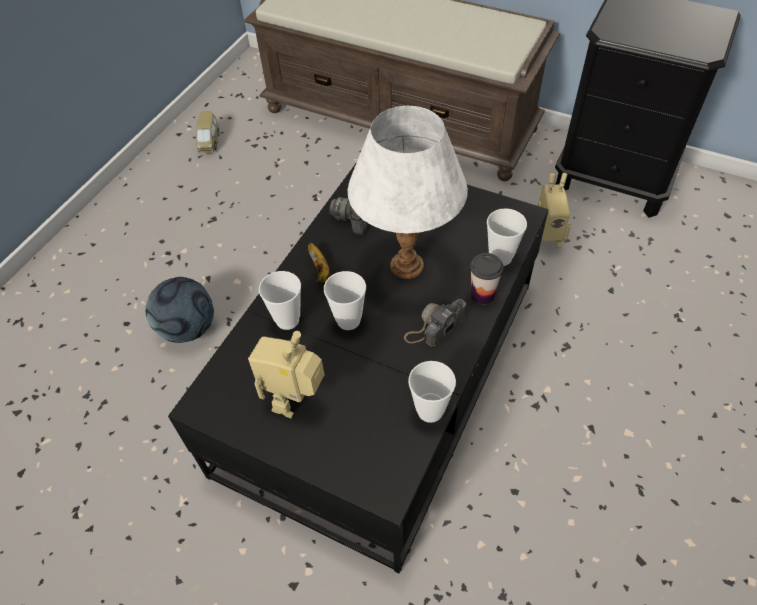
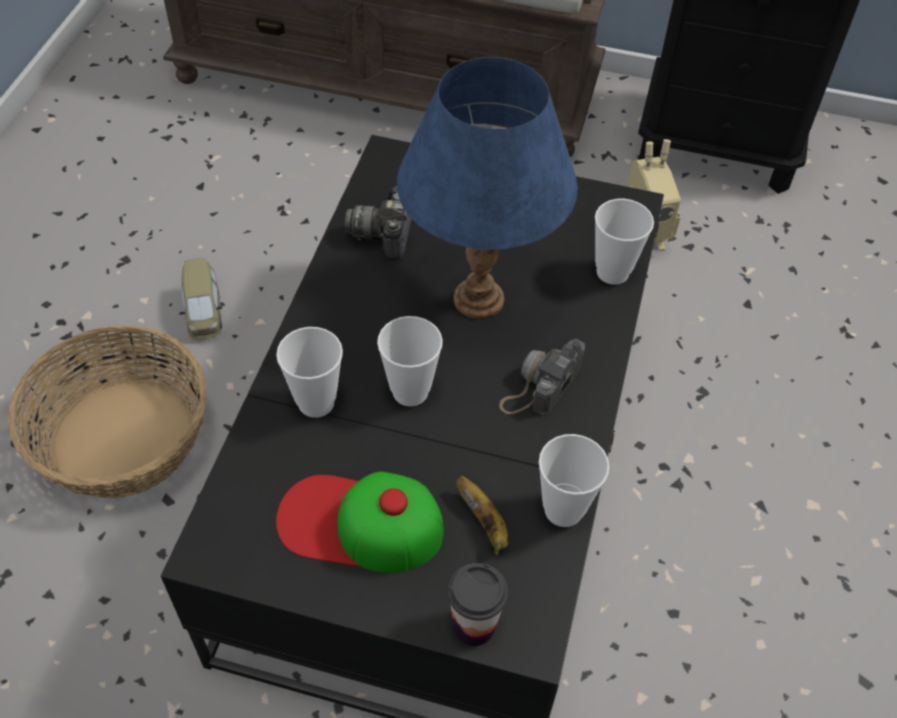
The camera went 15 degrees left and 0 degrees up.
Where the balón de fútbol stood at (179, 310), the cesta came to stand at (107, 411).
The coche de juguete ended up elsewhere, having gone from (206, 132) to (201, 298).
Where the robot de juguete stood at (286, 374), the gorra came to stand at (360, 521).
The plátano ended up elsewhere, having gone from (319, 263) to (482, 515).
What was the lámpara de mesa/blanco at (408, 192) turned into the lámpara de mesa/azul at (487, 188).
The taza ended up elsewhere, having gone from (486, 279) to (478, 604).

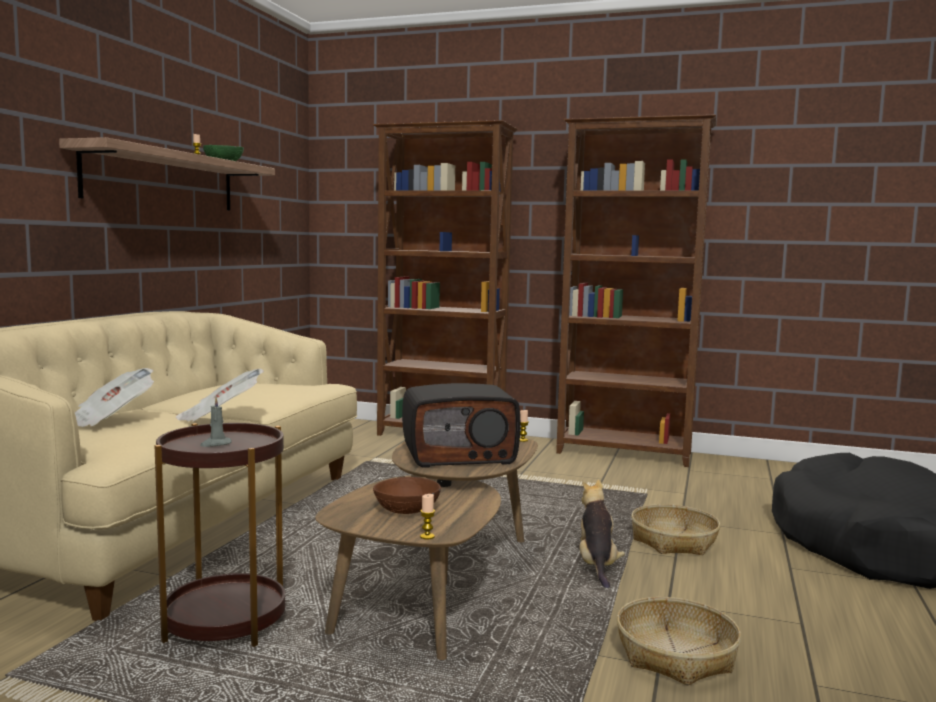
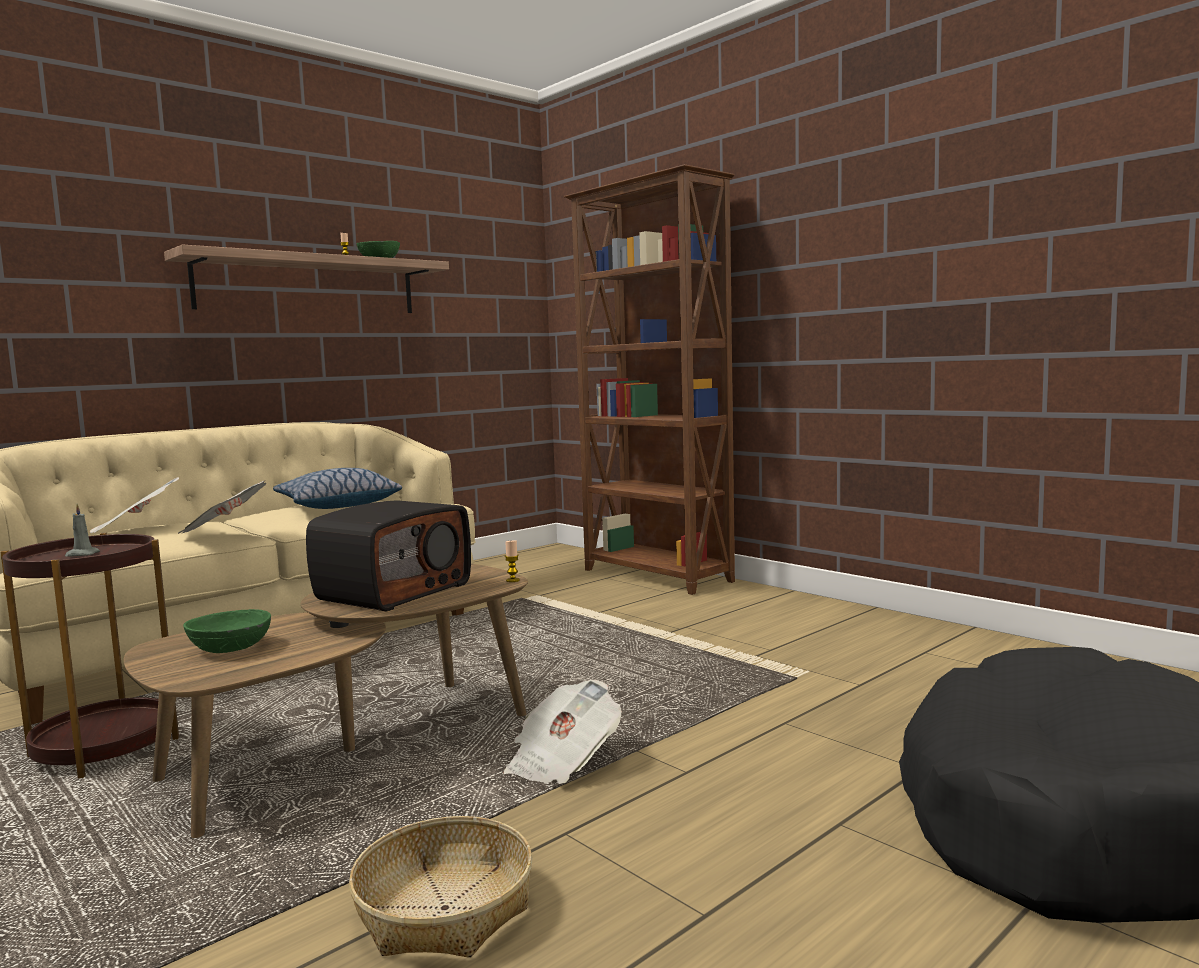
The camera went 30 degrees right and 0 degrees up.
What was the cuenco/marrón at (407, 495) turned into the cuenco/verde at (227, 631).
The radio at (461, 425) ended up facing another way, 75 degrees counterclockwise from before.
The second view lost the vela at (427, 516).
The second view lost the estantería/marrón at (636, 290).
Where the peluche stood at (602, 533), the periódico came to stand at (563, 732).
The second view lost the cesta at (675, 529).
The second view gained the cojín at (337, 488).

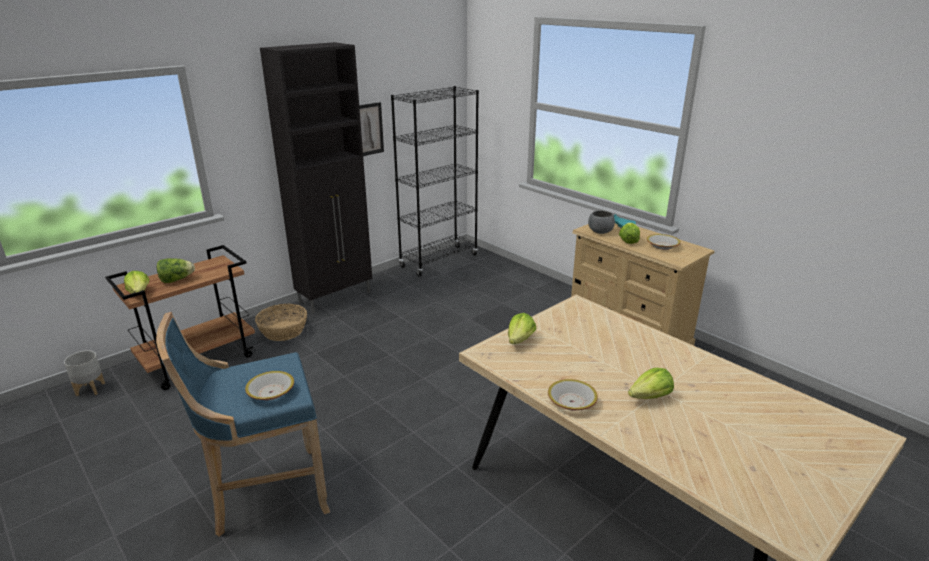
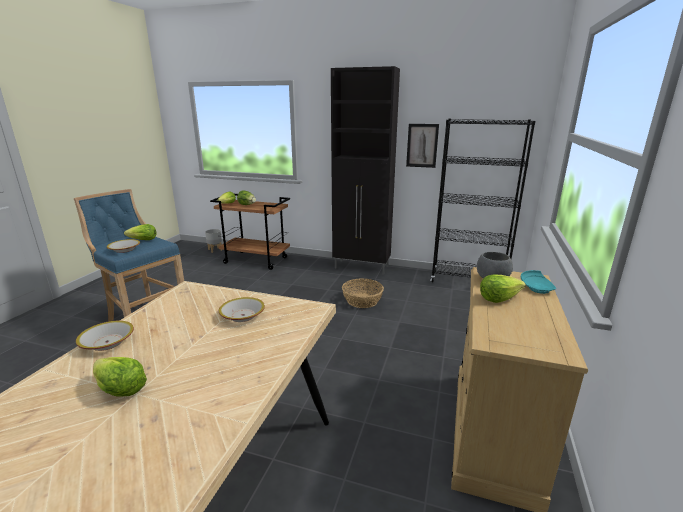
The camera went 60 degrees right and 5 degrees down.
The cesta ended up elsewhere, having gone from (281, 322) to (363, 293).
The lechuga ended up elsewhere, having gone from (522, 328) to (140, 232).
The cuenco ended up elsewhere, having gone from (663, 242) to (242, 309).

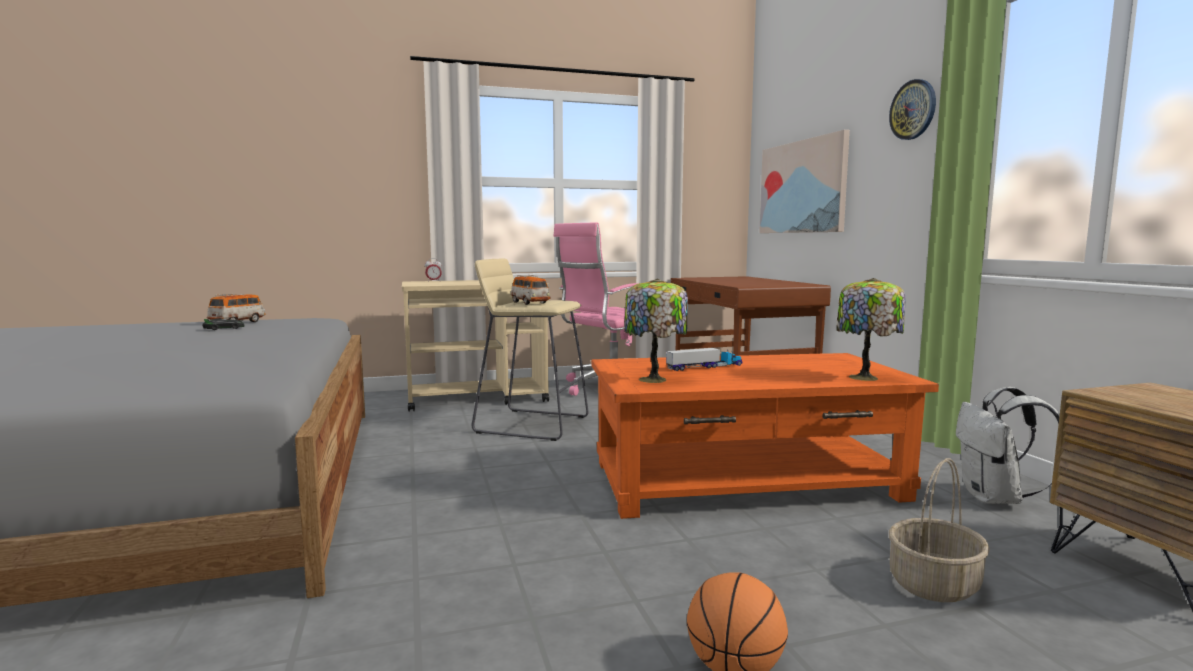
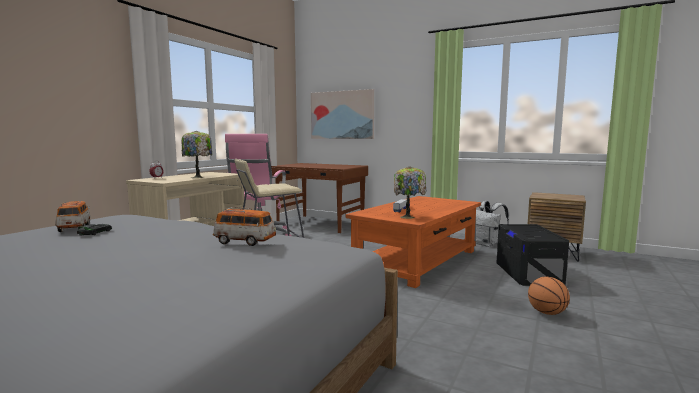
The camera went 45 degrees left and 0 degrees up.
The coche de juguete ended up elsewhere, having gone from (531, 290) to (244, 226).
The lámpara de mesa ended up elsewhere, having gone from (871, 329) to (196, 154).
The second view lost the reloj de pared at (912, 109).
Where the cesta stood at (939, 530), the caja de almacenaje/negro came to stand at (532, 255).

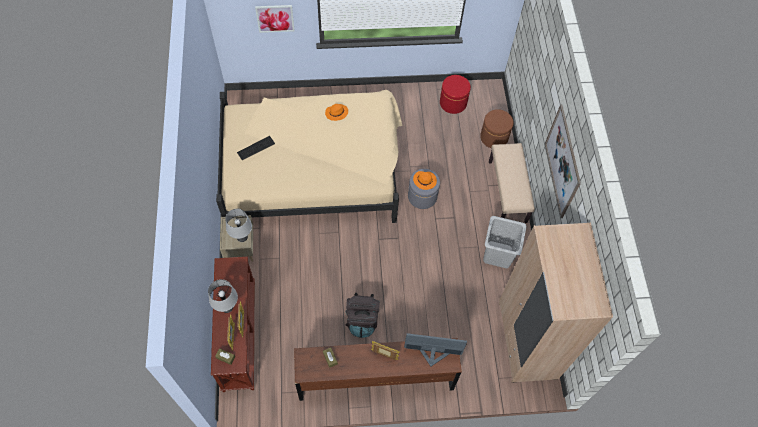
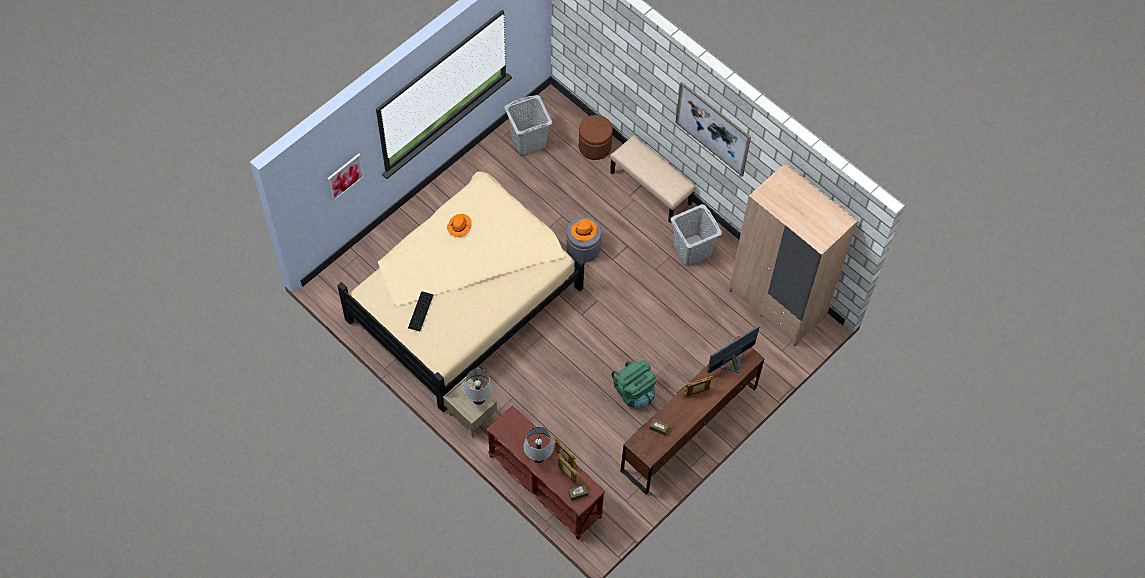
The camera went 40 degrees left and 0 degrees up.
What was the mochila/negro at (363, 315) turned into the mochila/verde at (634, 384).
Where the puf/rojo stood at (455, 94), the cesto de la ropa/gris came to stand at (528, 125).

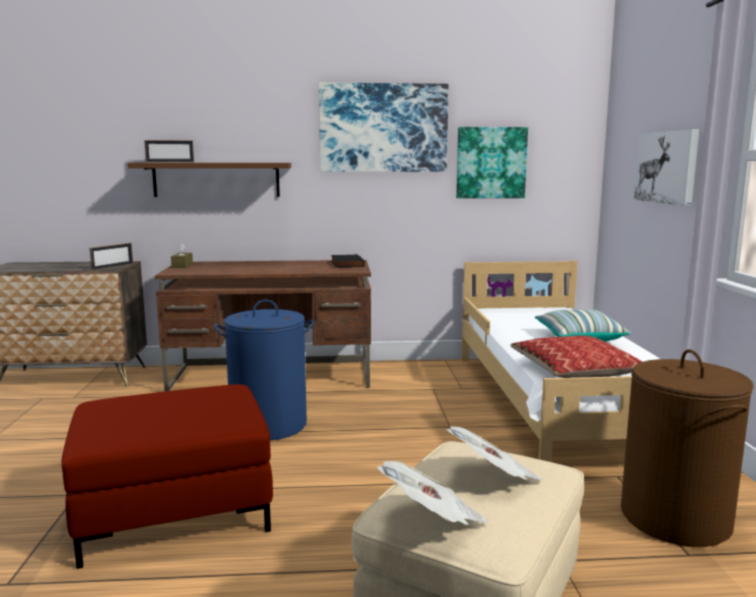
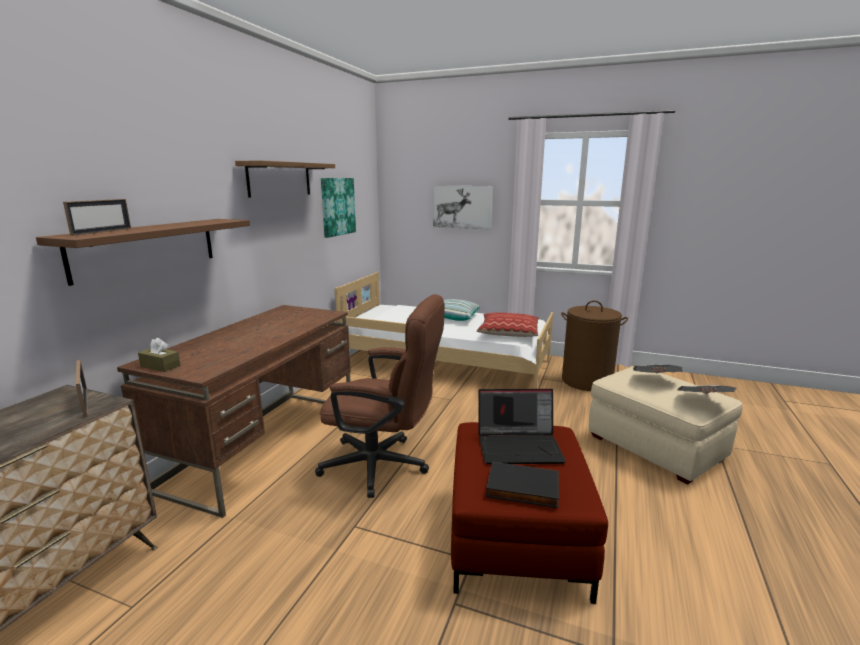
The camera went 65 degrees left and 5 degrees up.
Where the cesto de la ropa/azul stood at (264, 369), the silla de oficina/marrón came to stand at (380, 396).
Where the cuadro hung at (384, 127), the estante came to hang at (285, 179).
The libro/negro ended up elsewhere, having gone from (348, 260) to (522, 485).
The second view gained the portátil at (522, 426).

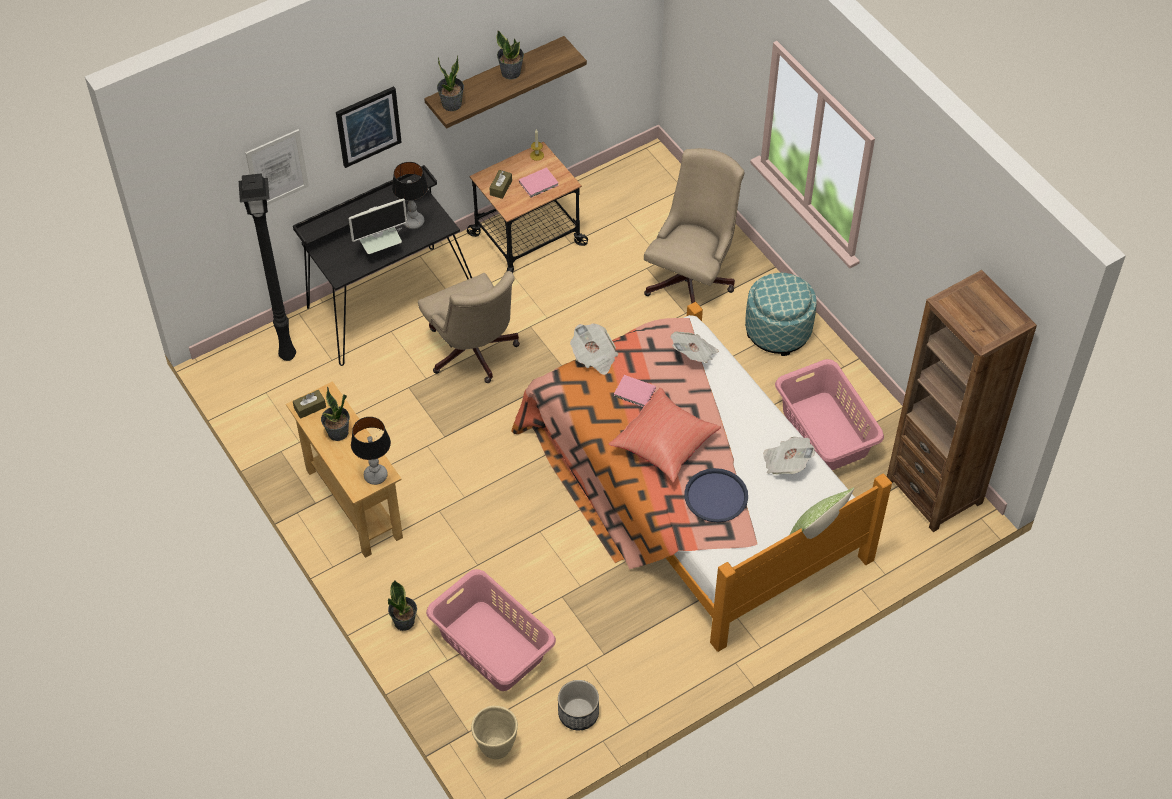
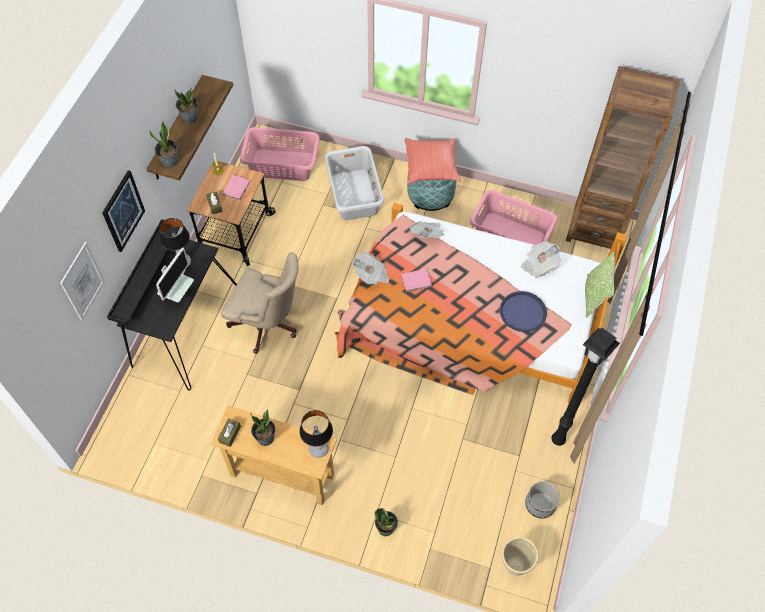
The camera went 40 degrees left and 5 degrees up.
The lámpara de pie/negro ended up elsewhere, having gone from (267, 267) to (585, 386).
The cesto de la ropa/rosa ended up elsewhere, having gone from (491, 630) to (280, 154).
The cojín/rojo ended up elsewhere, having gone from (665, 435) to (433, 161).
Where the silla de oficina/beis stood at (694, 226), the cesto de la ropa/gris came to stand at (354, 183).

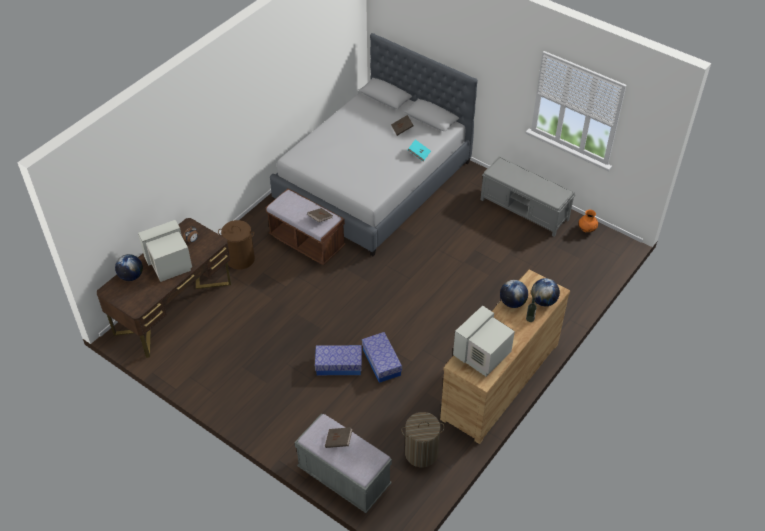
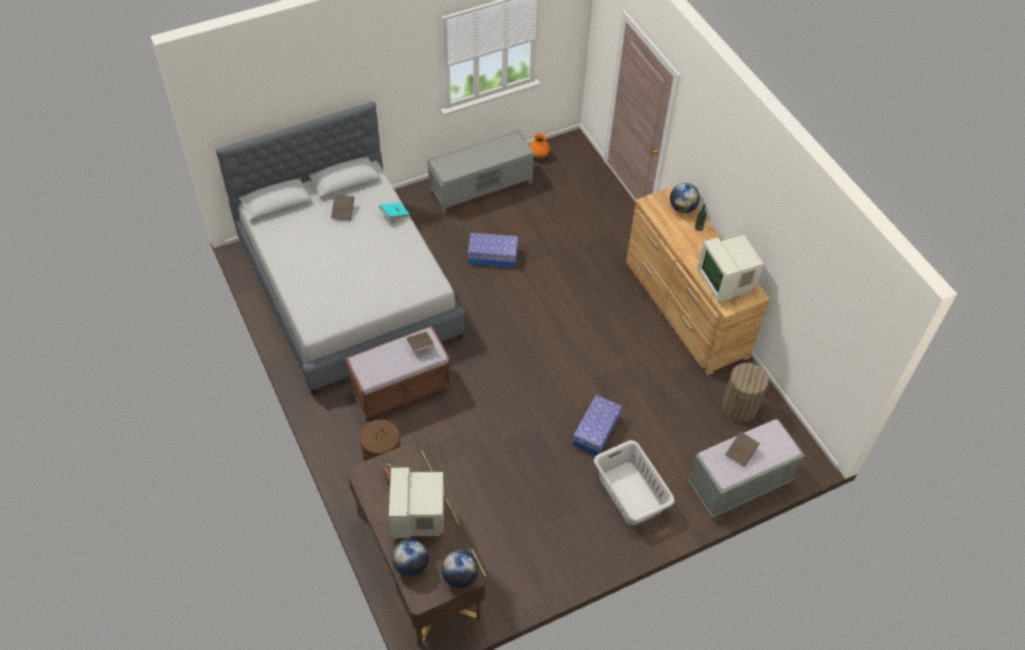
The camera went 65 degrees left and 5 degrees up.
The caja de almacenaje ended up elsewhere, having gone from (382, 357) to (493, 250).
The globo terráqueo ended up elsewhere, having gone from (514, 294) to (460, 569).
The second view gained the cesto de la ropa/gris at (634, 482).

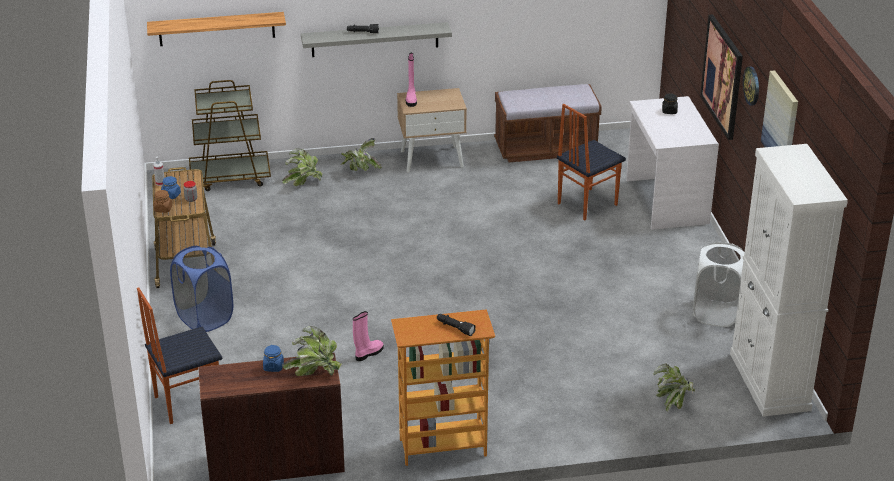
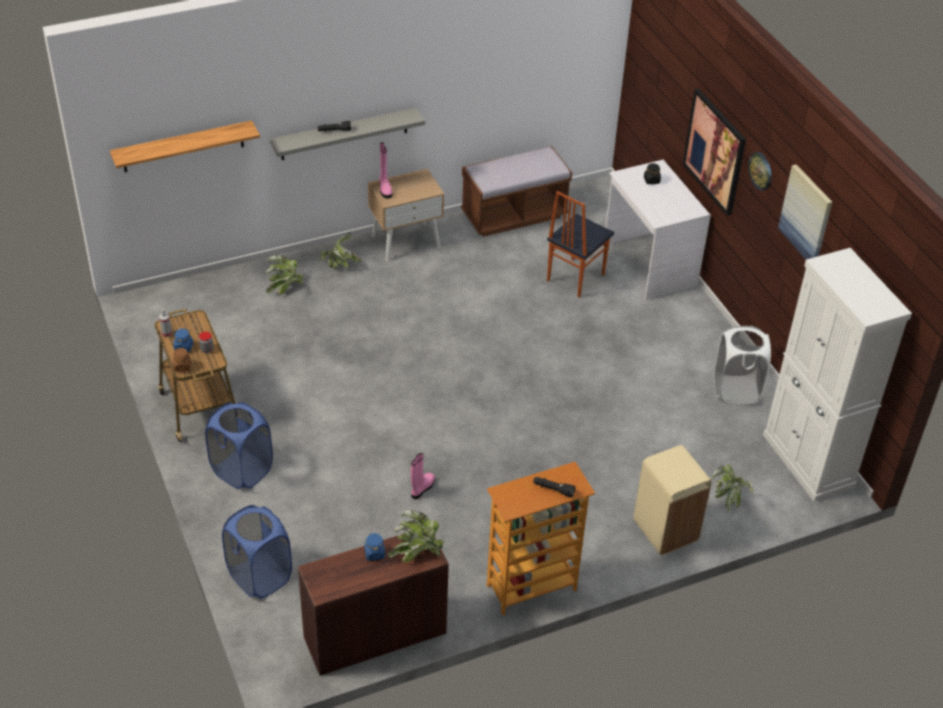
The camera went 15 degrees left and 10 degrees up.
Where the silla stood at (179, 355), the cesto de la ropa/azul came to stand at (257, 551).
The second view lost the carrito/marrón at (230, 135).
The second view gained the papelera/beis at (672, 500).

